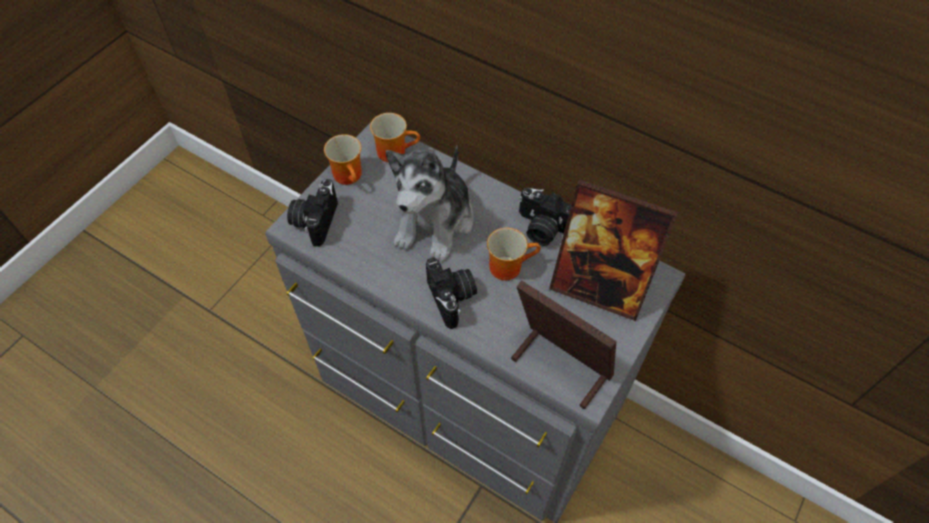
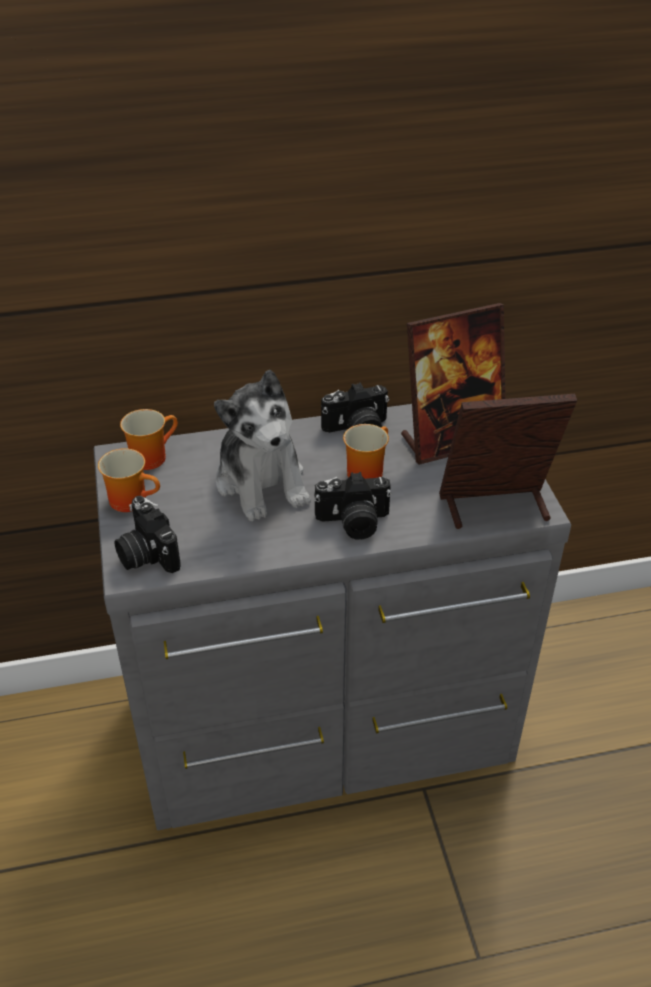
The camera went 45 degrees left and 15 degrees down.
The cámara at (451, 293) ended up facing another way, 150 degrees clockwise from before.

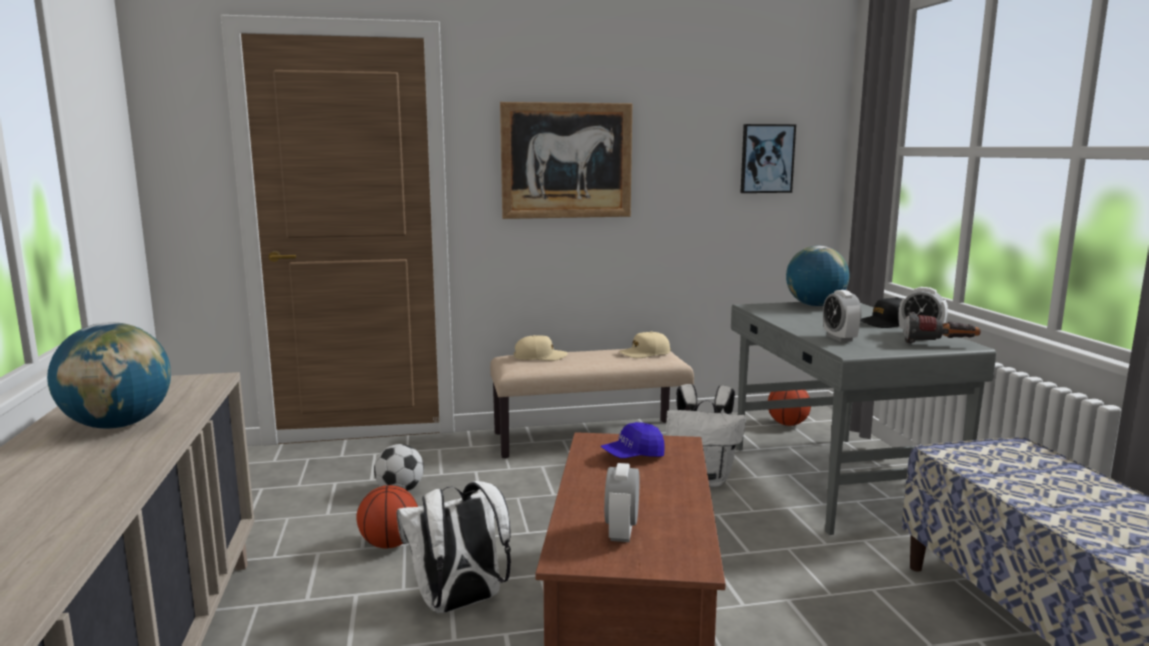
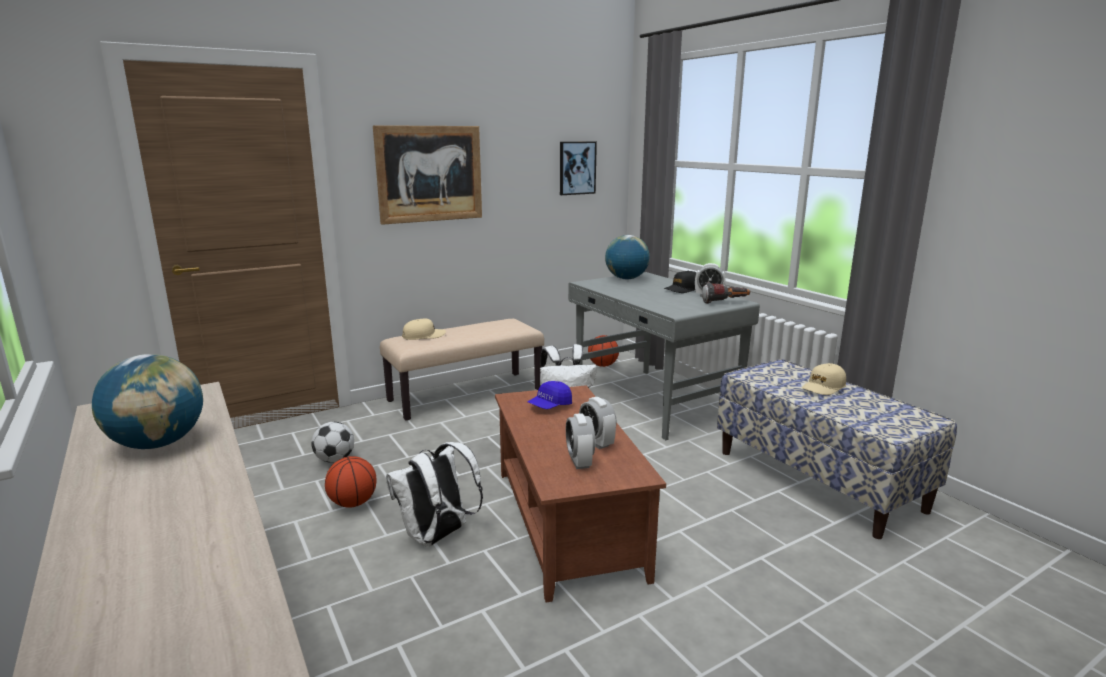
The camera went 20 degrees left and 5 degrees up.
The gorra/beis ended up elsewhere, having gone from (645, 344) to (824, 379).
The despertador ended up elsewhere, having gone from (842, 316) to (598, 423).

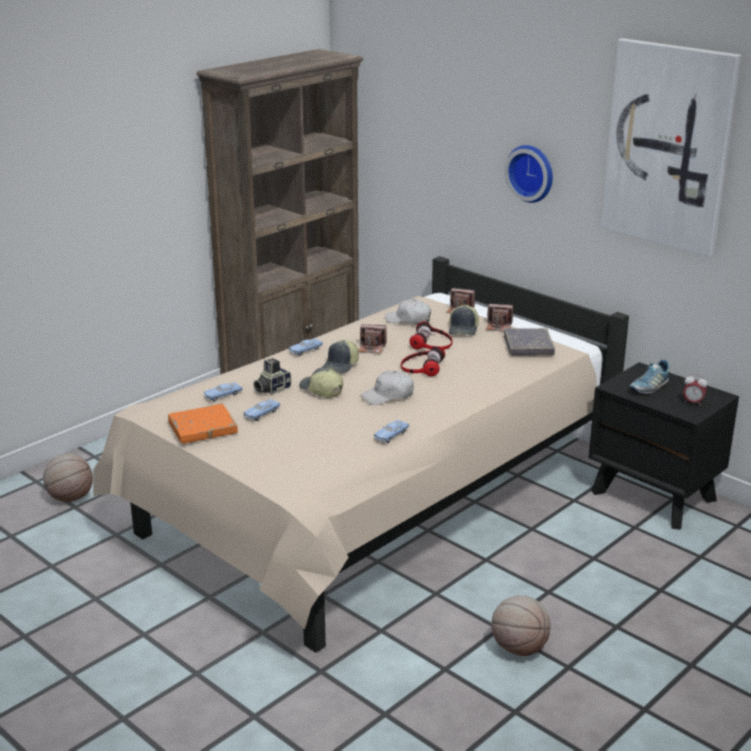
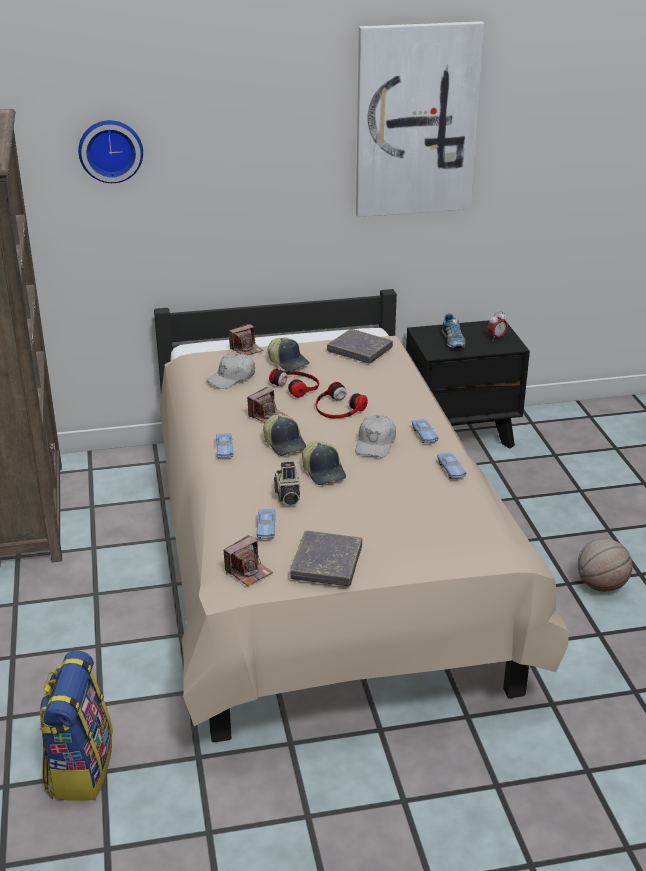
The camera went 55 degrees left and 5 degrees up.
Where the balón de baloncesto stood at (68, 477), the mochila came to stand at (76, 726).
What was the libro/naranja at (203, 424) turned into the libro/gris at (326, 558).
The coche de juguete/azul ended up elsewhere, having gone from (262, 410) to (425, 431).
The gorra at (321, 383) ended up facing another way, 105 degrees counterclockwise from before.
The cámara ended up elsewhere, having gone from (499, 317) to (248, 560).
The reloj de pared ended up elsewhere, having gone from (529, 174) to (110, 151).

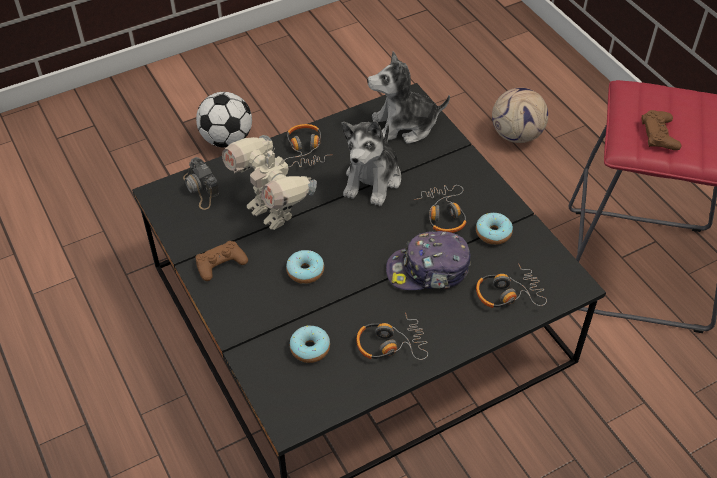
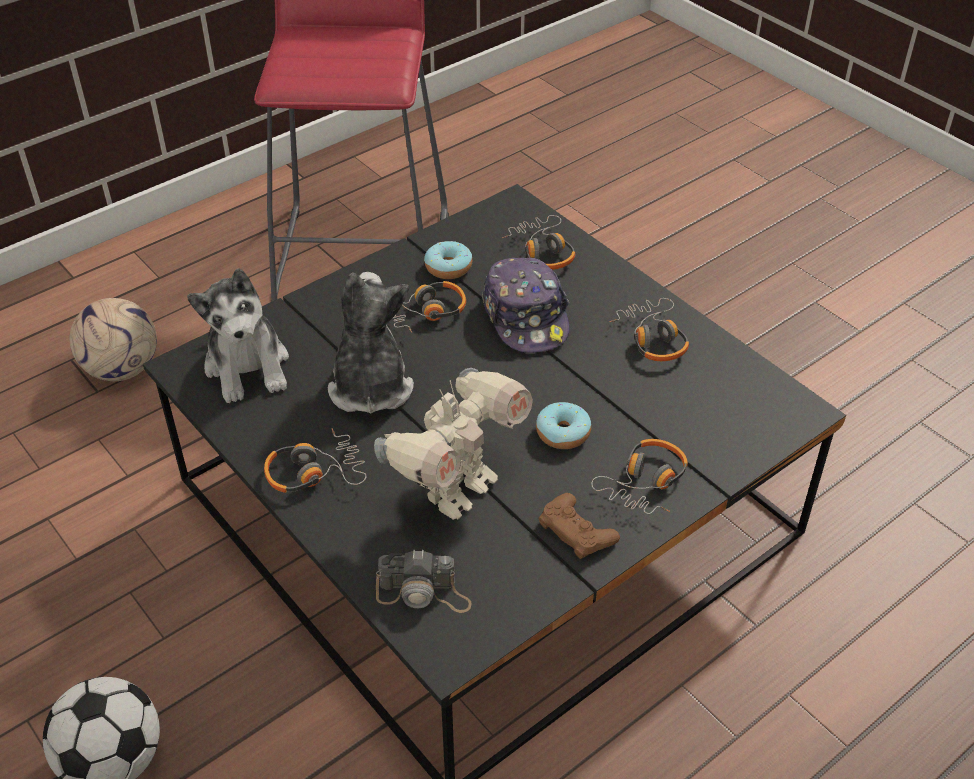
The camera went 100 degrees left and 5 degrees down.
The cámara at (201, 183) ended up facing another way, 45 degrees clockwise from before.
The second view lost the rosquilla at (310, 344).
The peluche at (371, 163) ended up facing another way, 105 degrees counterclockwise from before.
The second view lost the mando de consola/marrón at (661, 130).
The second view gained the auriculares at (639, 476).

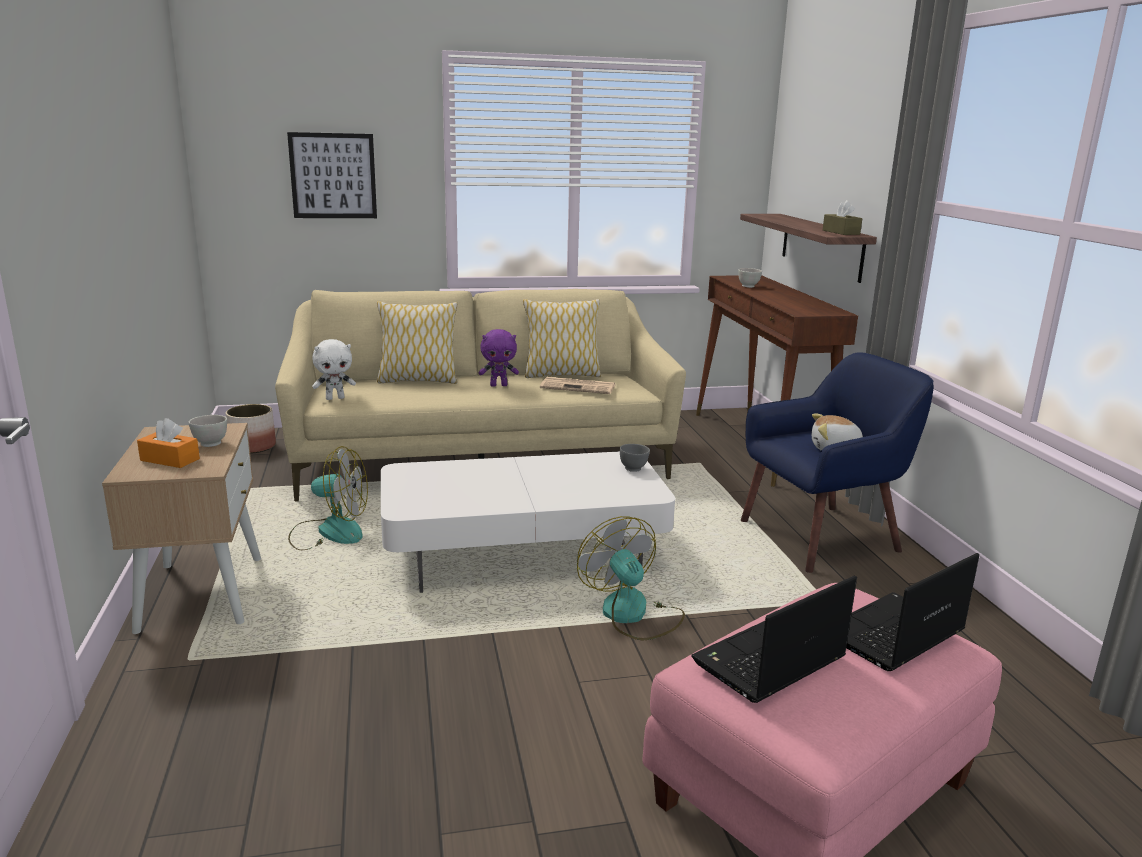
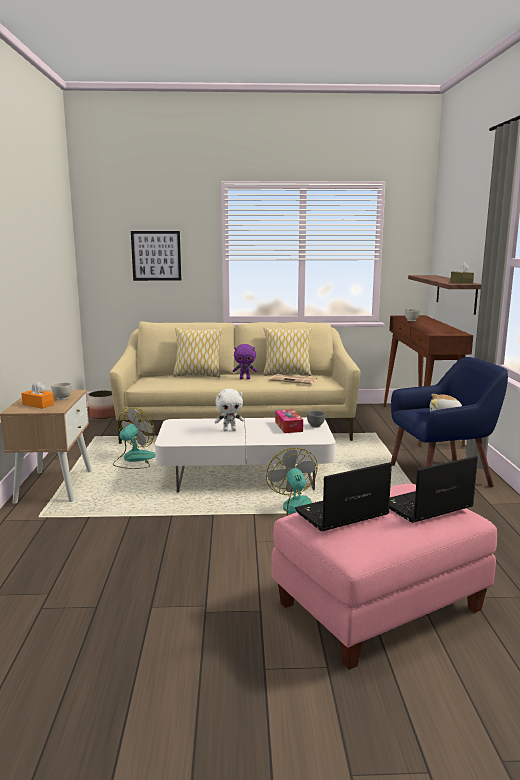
The camera went 10 degrees right and 5 degrees down.
The ventilador at (328, 498) ended up facing another way, 75 degrees counterclockwise from before.
The peluche/blanco ended up elsewhere, having gone from (334, 369) to (229, 410).
The second view gained the caja de pañuelos at (289, 421).

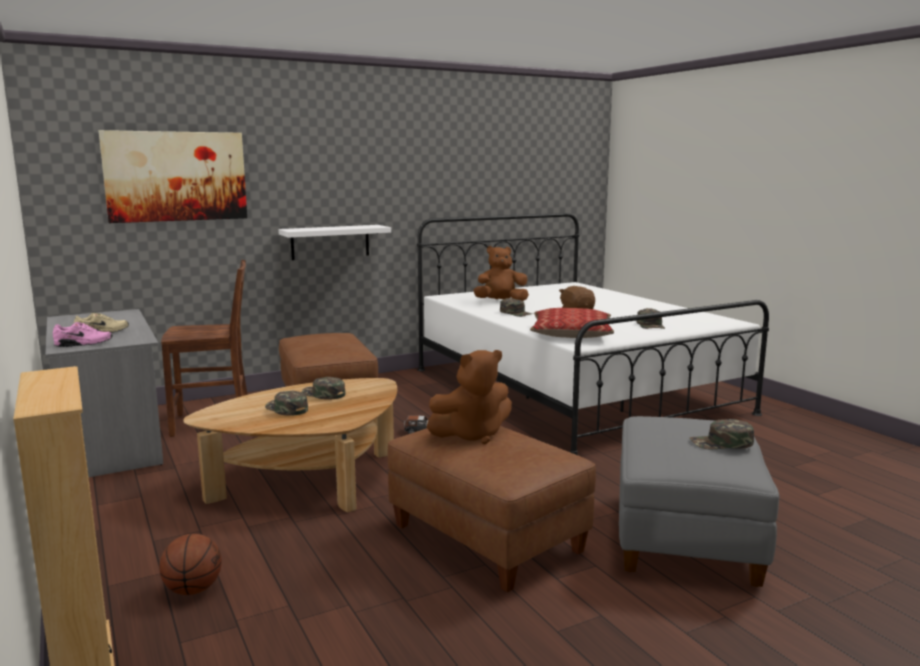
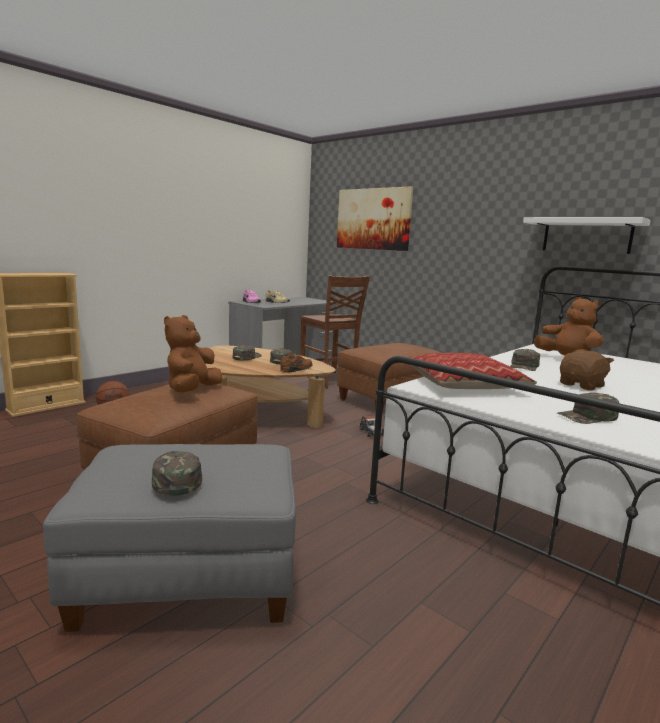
The camera went 70 degrees right and 0 degrees up.
The estante/blanco ended up elsewhere, having gone from (334, 242) to (587, 235).
The peluche/marrón at (469, 397) ended up facing another way, 60 degrees clockwise from before.
The second view gained the zapato/marrón at (296, 363).

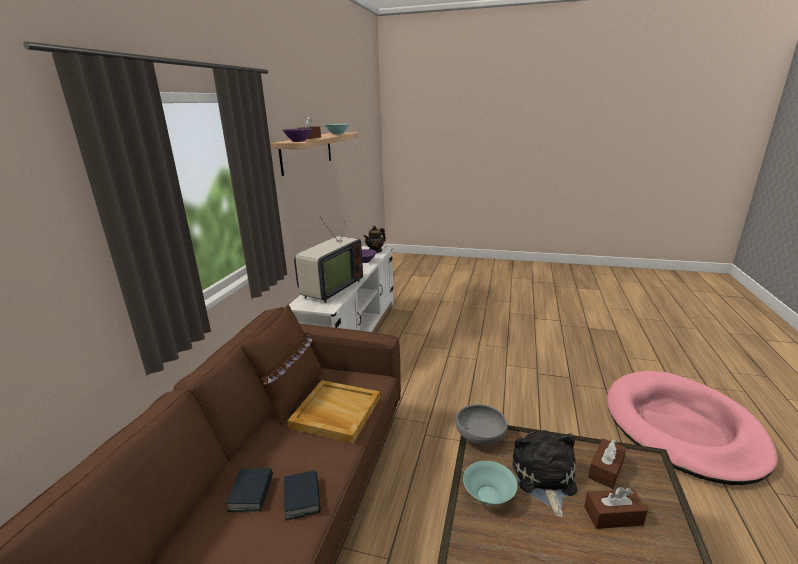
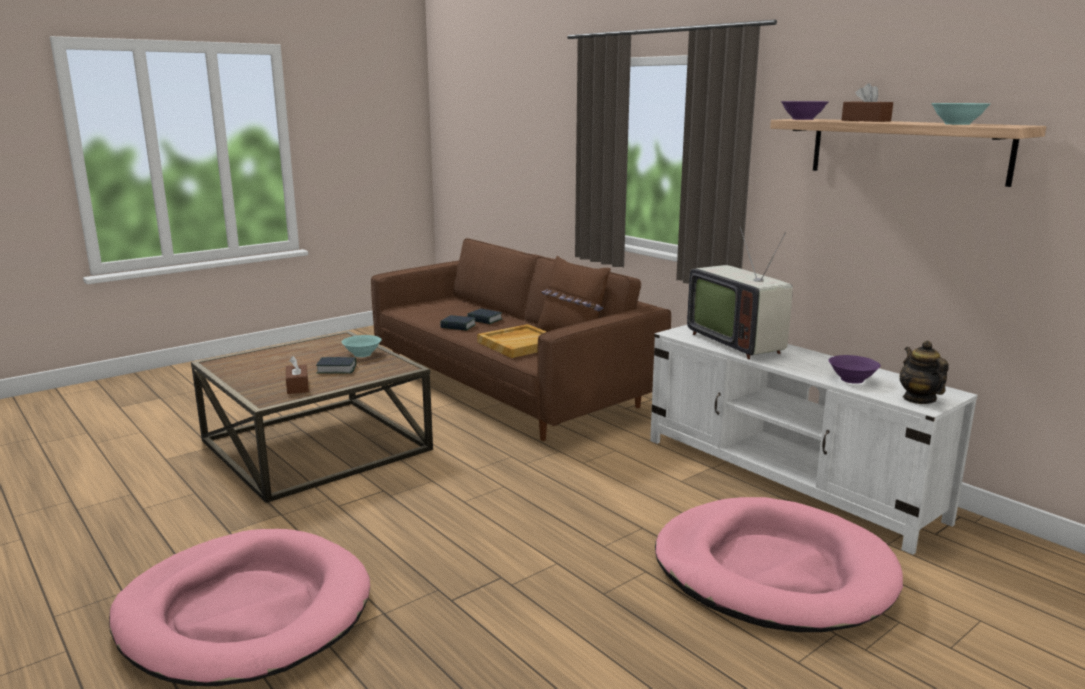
The camera went 125 degrees right and 5 degrees down.
The second view lost the cuenco/gris at (481, 424).
Where the peluche stood at (544, 473), the libro came to stand at (336, 365).
The second view lost the caja de pañuelos/marrón at (616, 508).
The second view gained the cama para perro/rosa at (779, 564).

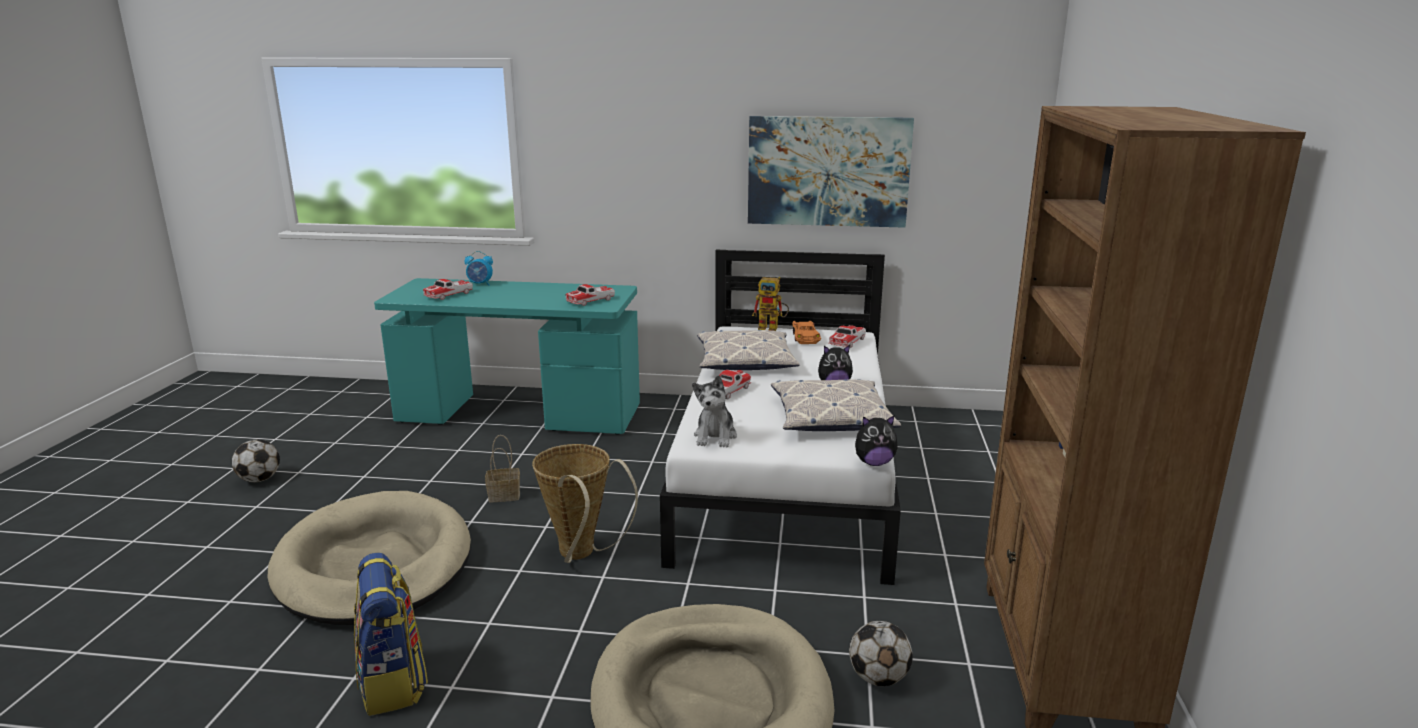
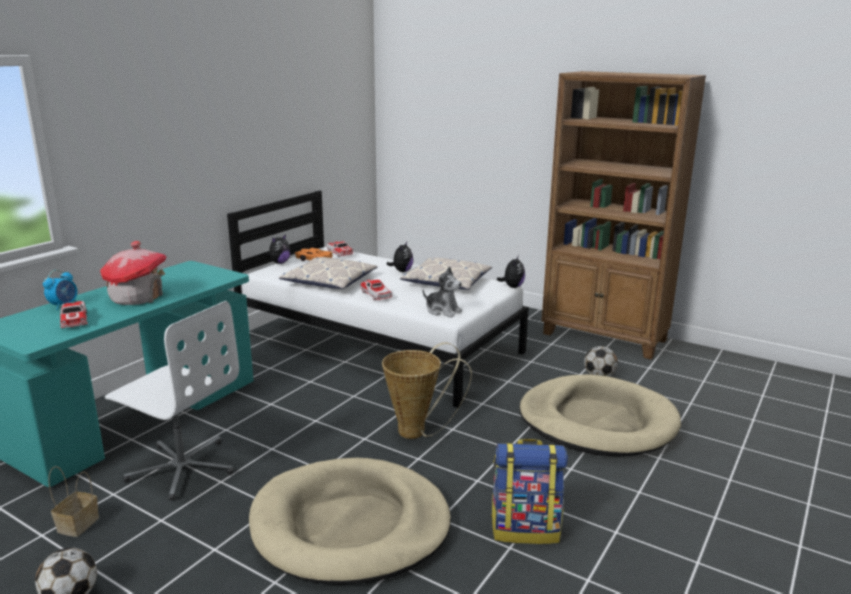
The camera went 65 degrees left and 0 degrees up.
The cesta ended up elsewhere, having gone from (502, 468) to (73, 501).
The second view lost the coche de juguete at (590, 295).
The second view lost the cuadro at (831, 172).
Where the robot de juguete stood at (770, 304), the peluche came to stand at (278, 249).
The second view gained the casita at (133, 273).
The second view gained the silla de oficina/blanco at (172, 401).

